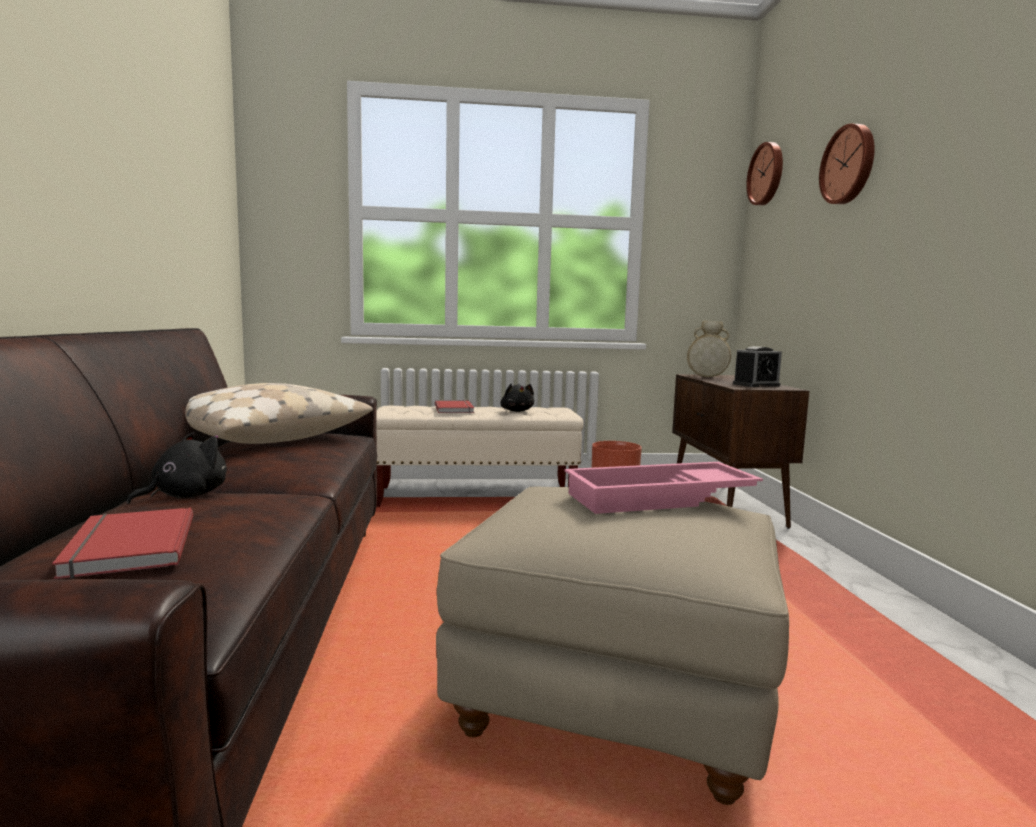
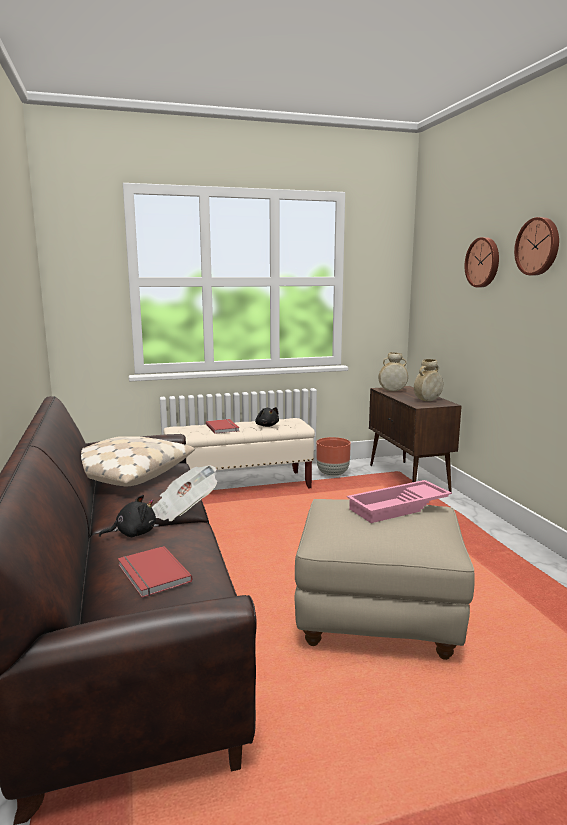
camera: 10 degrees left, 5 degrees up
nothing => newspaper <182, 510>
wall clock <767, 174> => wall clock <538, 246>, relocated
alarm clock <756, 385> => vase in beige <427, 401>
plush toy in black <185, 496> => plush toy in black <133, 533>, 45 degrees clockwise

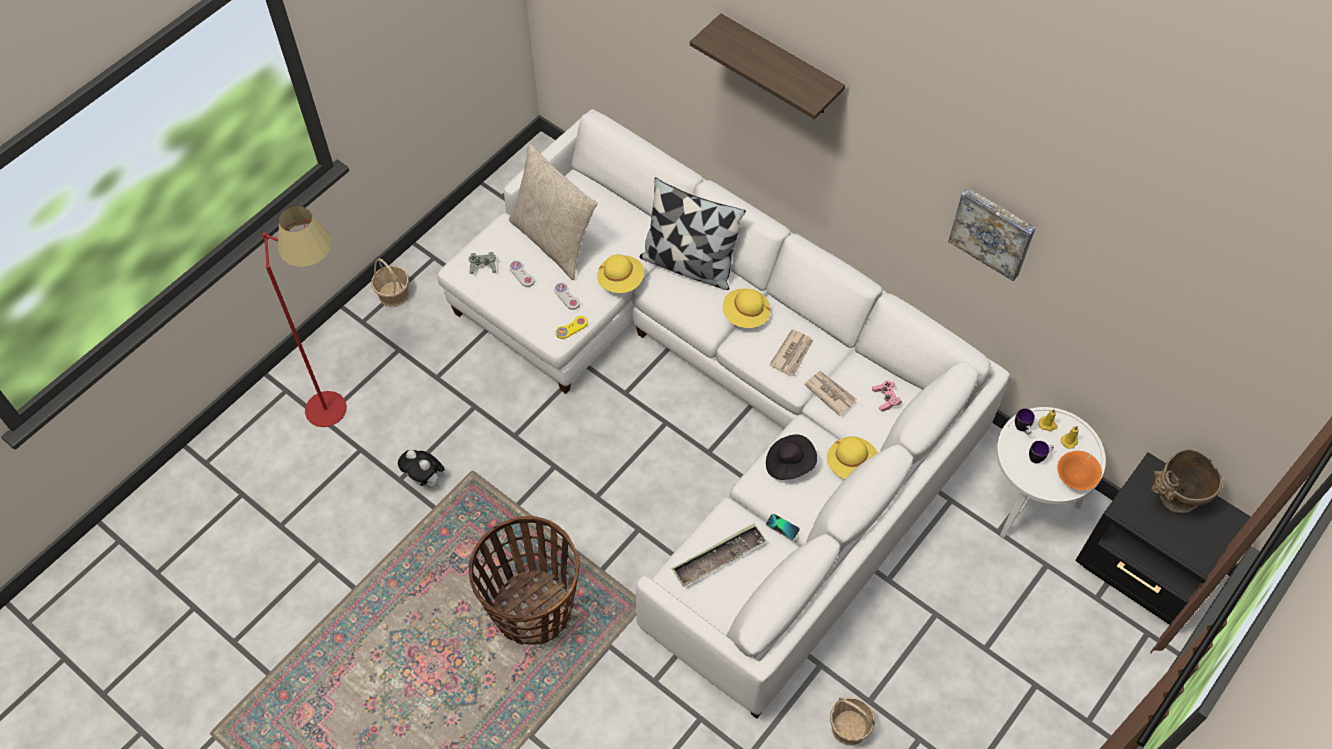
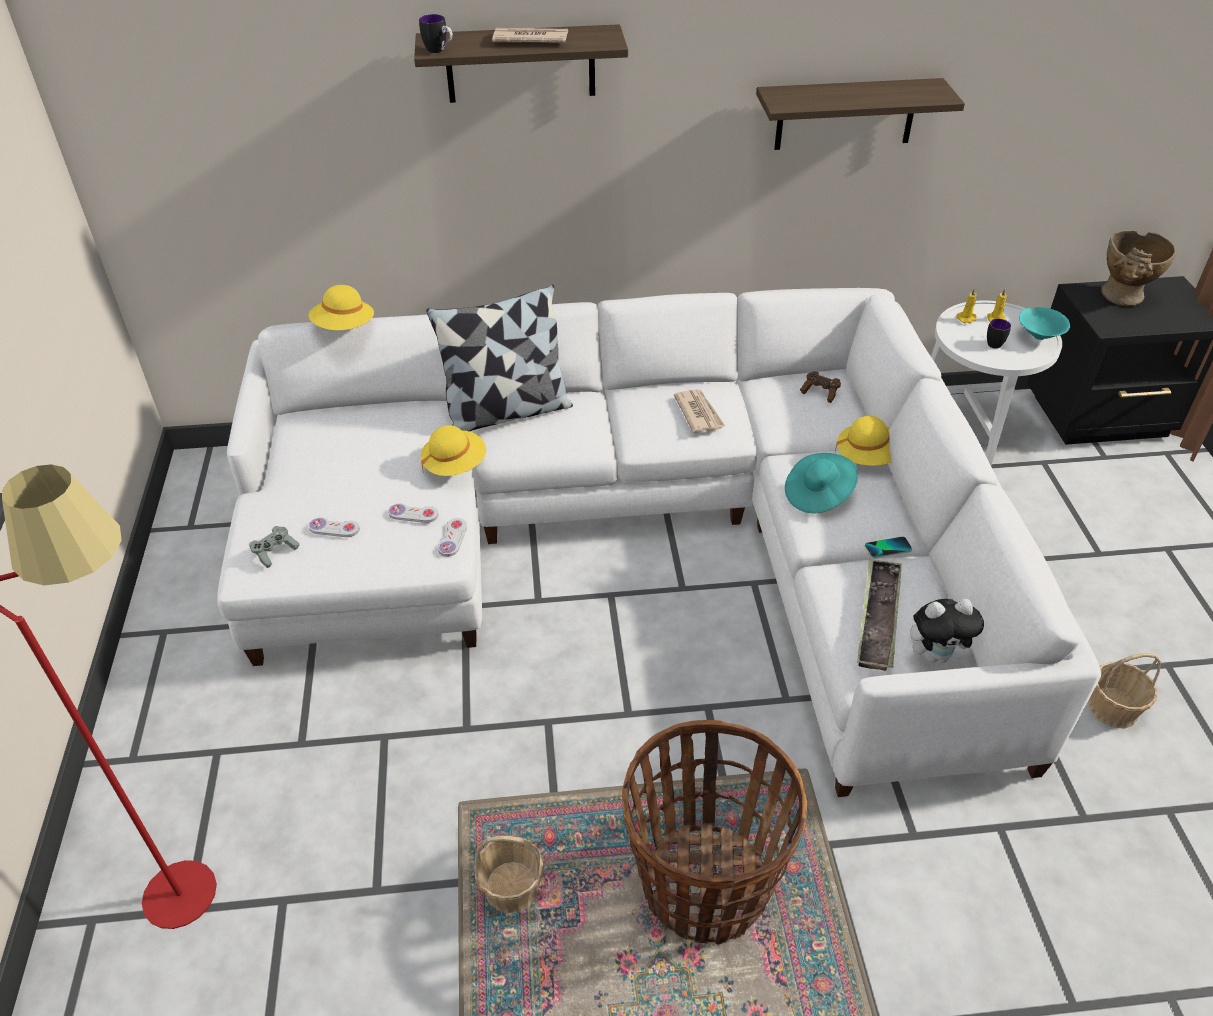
camera: 45 degrees left, 15 degrees down
pillow in beige <554, 240> => nothing
basket <394, 294> => basket <511, 887>, relocated
plush toy <426, 480> => plush toy <936, 654>, relocated
hat in yellow <745, 315> => hat in yellow <344, 327>, relocated
newspaper <830, 393> => newspaper <529, 39>, relocated
mug <1022, 429> => mug <439, 51>, relocated
picture <993, 232> => shelf <845, 114>
game controller in yellow <571, 328> => game controller in white <452, 538>
hat in black <789, 463> => hat in turquoise <818, 495>
game controller in pink <886, 398> => game controller in brown <820, 392>
bowl in orange <1076, 477> => bowl in turquoise <1038, 335>

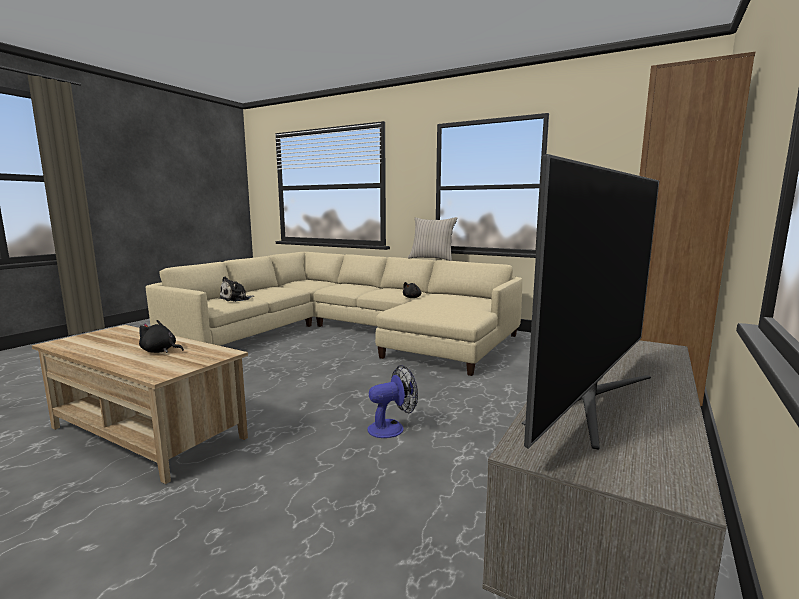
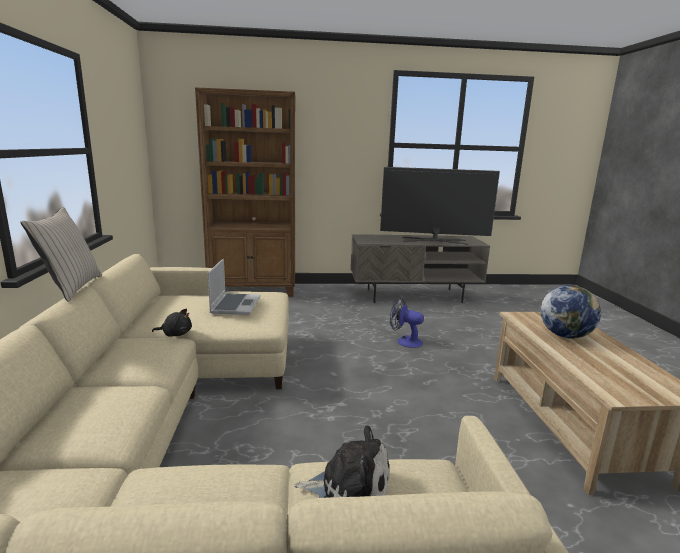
camera: 125 degrees left, 5 degrees up
nothing => laptop <235, 305>
plush toy in black <160, 351> => globe <565, 335>

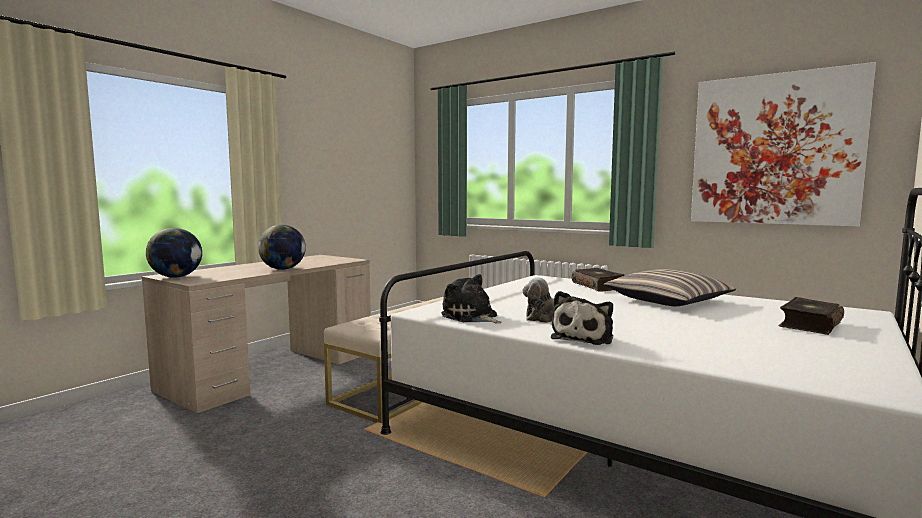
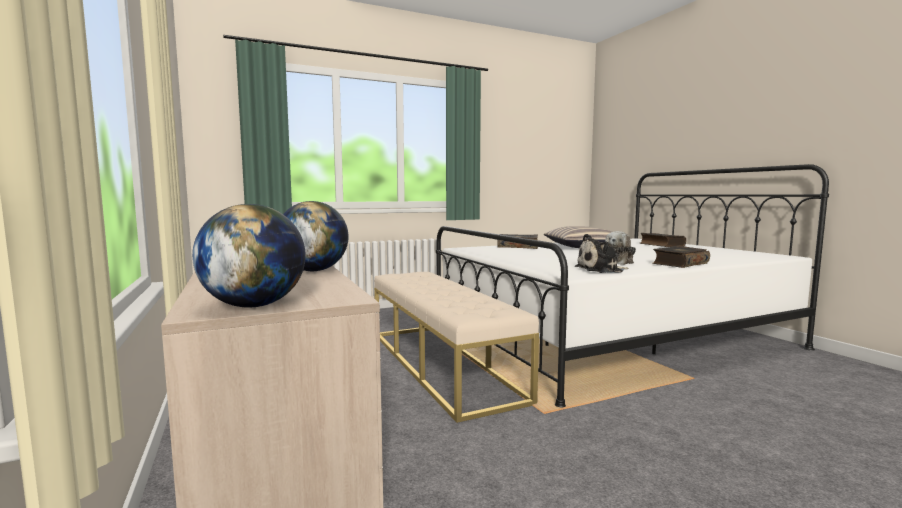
camera: 60 degrees left, 0 degrees up
picture <774, 150> => nothing
plush toy <584, 337> => book <679, 264>

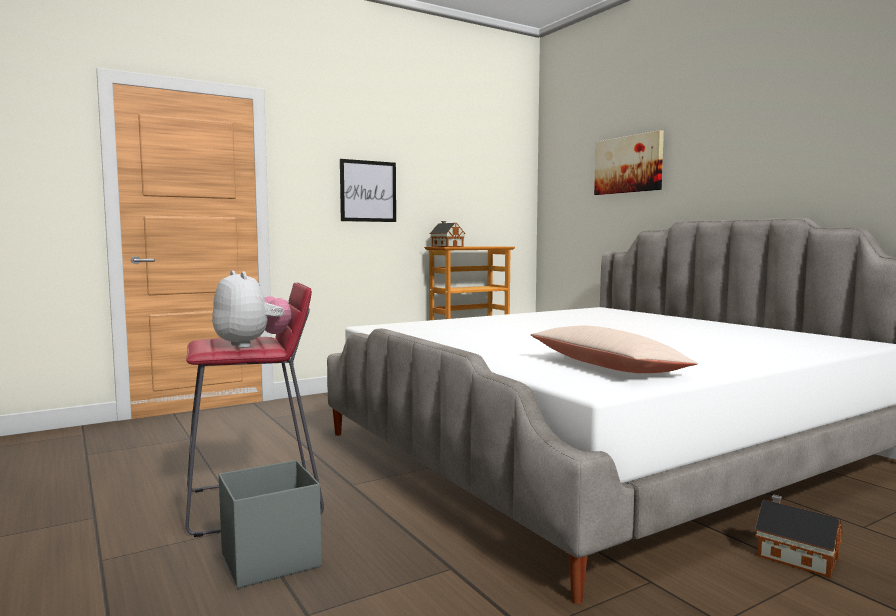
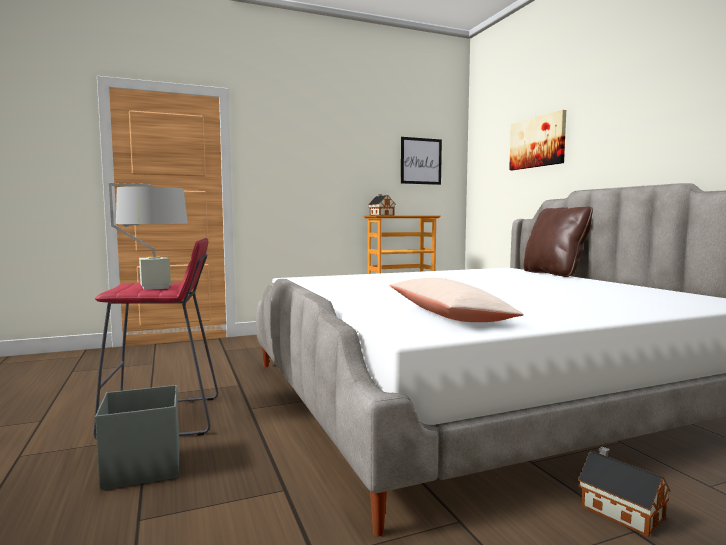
camera: 10 degrees right, 0 degrees up
nothing => pillow in brown <554, 274>
picture <368, 191> => picture <421, 161>, relocated
plush toy <251, 344> => table lamp in grey <155, 287>

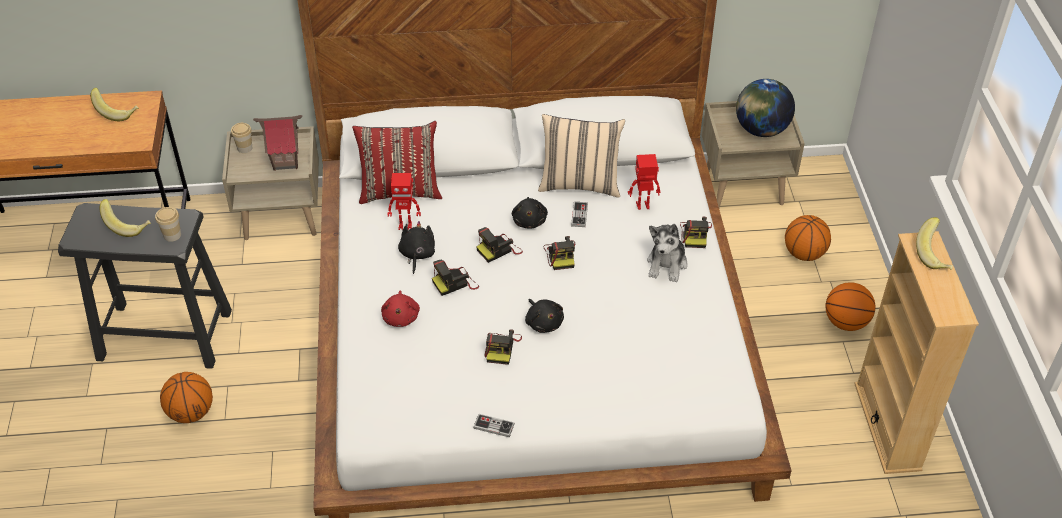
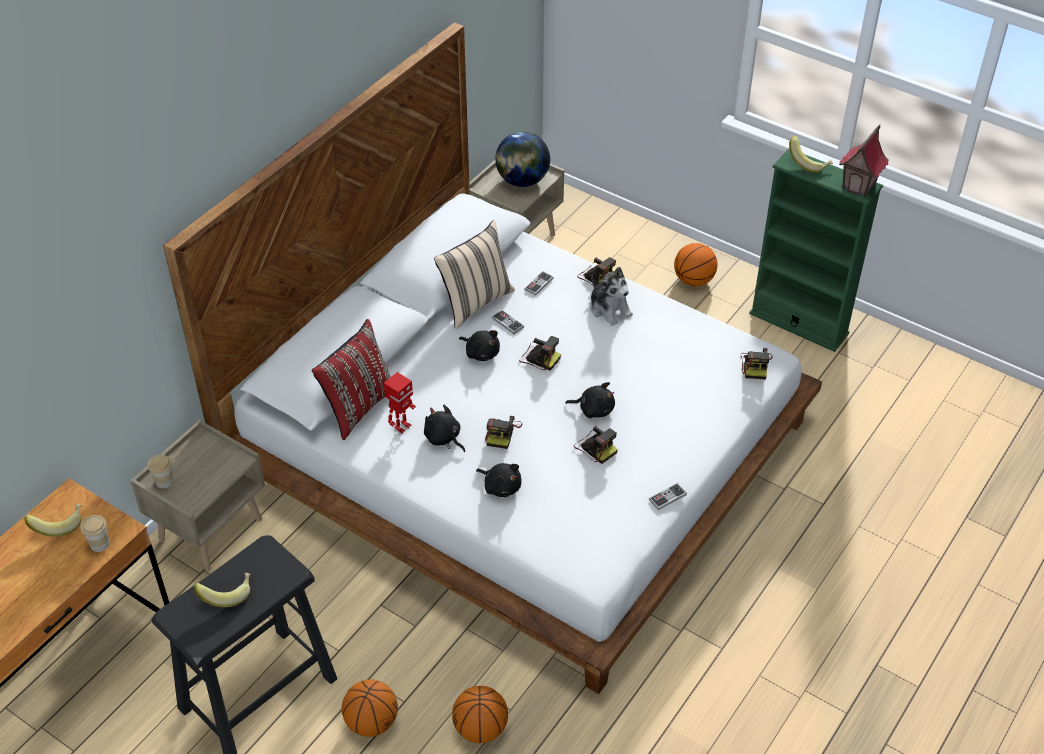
camera: 50 degrees left, 0 degrees up
cup <172, 235> => cup <100, 544>, relocated
toy house <286, 162> => toy house <859, 186>, relocated
photo camera <499, 249> => photo camera <755, 365>, relocated
basketball <804, 253> => basketball <480, 728>, relocated
toy robot <643, 206> => game controller <538, 284>
plush toy in red <401, 317> => plush toy in black <501, 486>
bookcase in beige <887, 426> => bookcase in green <799, 323>

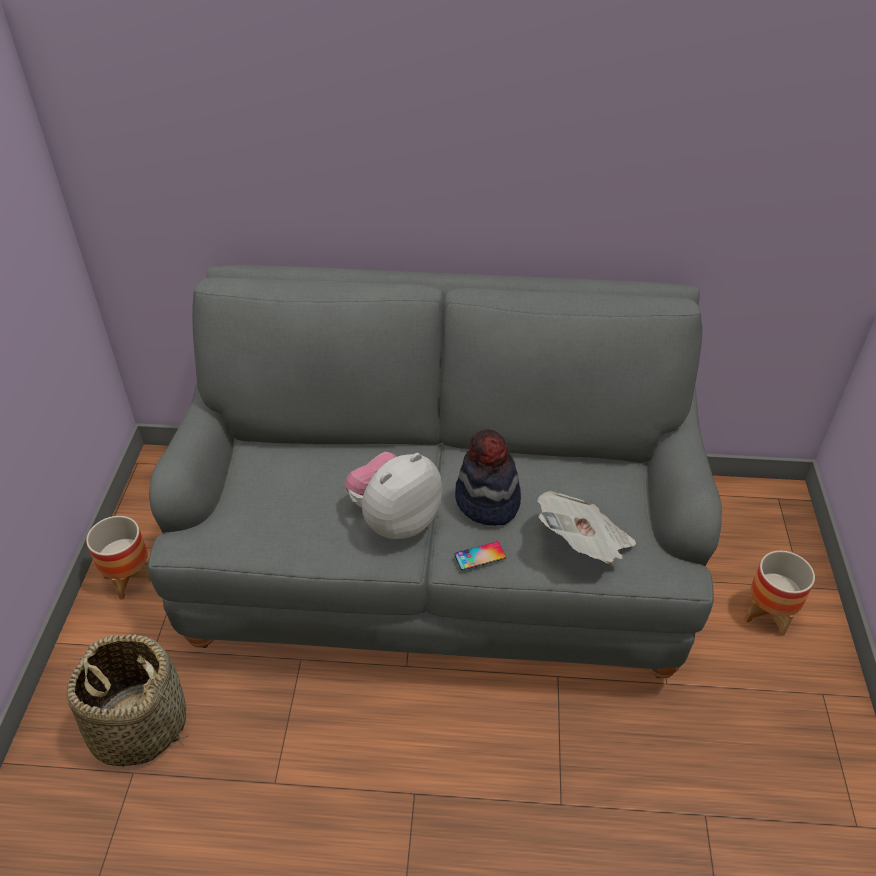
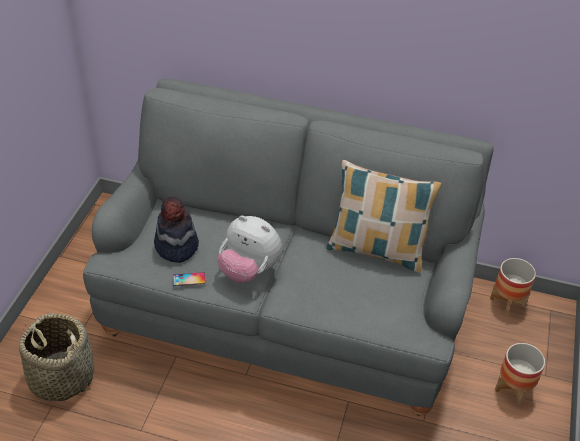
camera: 10 degrees right, 0 degrees up
newspaper <584, 544> => nothing
nothing => pillow <376, 250>
planter <130, 578> => planter <507, 302>, relocated
phone <480, 556> => phone <189, 279>, relocated
hat <487, 501> => hat <176, 246>, relocated
plush toy <395, 520> => plush toy <249, 270>, 120 degrees counterclockwise

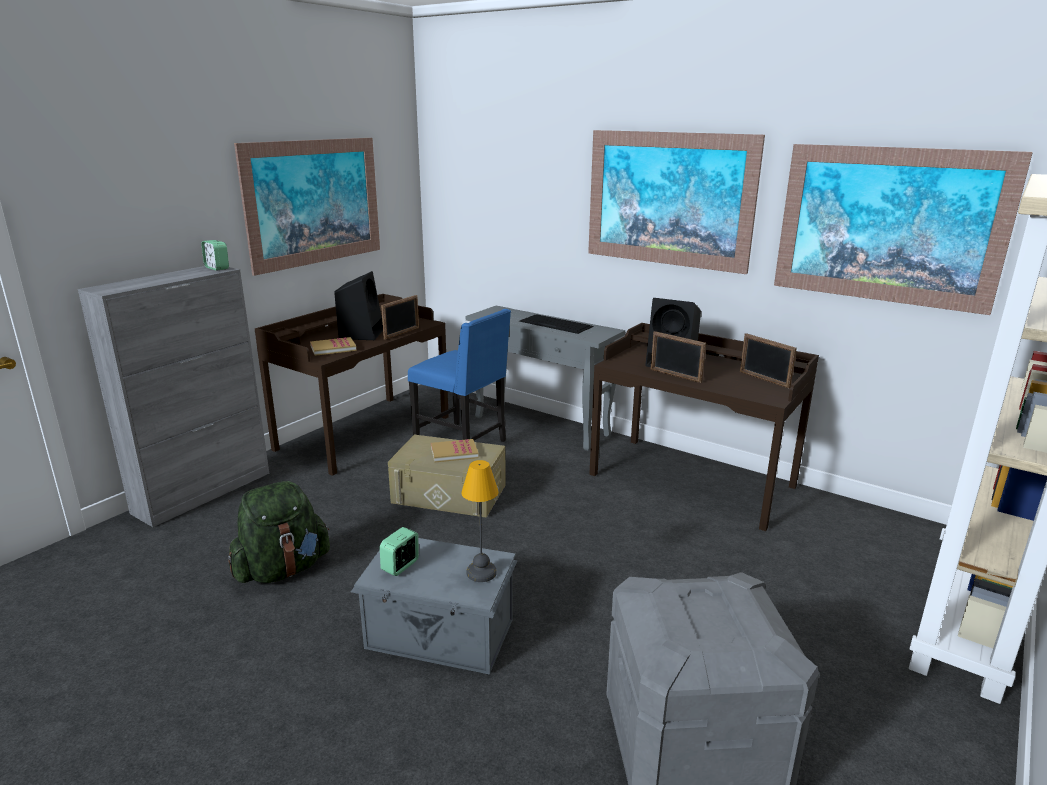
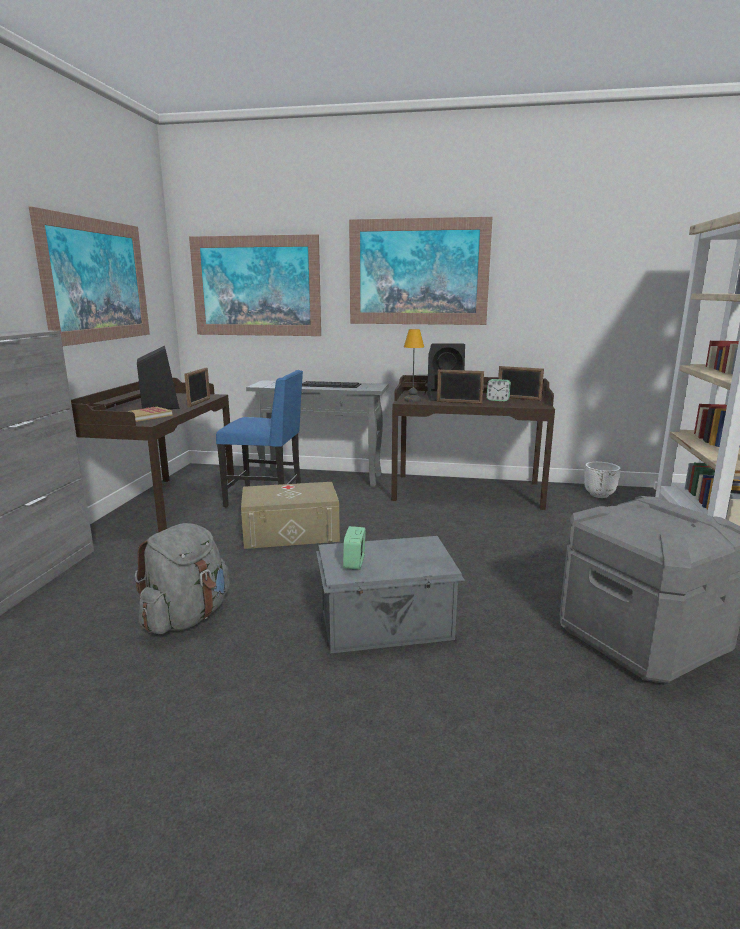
camera: 25 degrees left, 5 degrees down
book <454, 452> => nothing
nothing => planter in white <599, 495>
alarm clock <217, 268> => alarm clock <497, 400>, relocated
table lamp <480, 573> => table lamp <412, 400>, relocated
picture <888, 226> => picture <256, 286>, relocated
backpack in green <283, 569> => backpack in grey <187, 617>

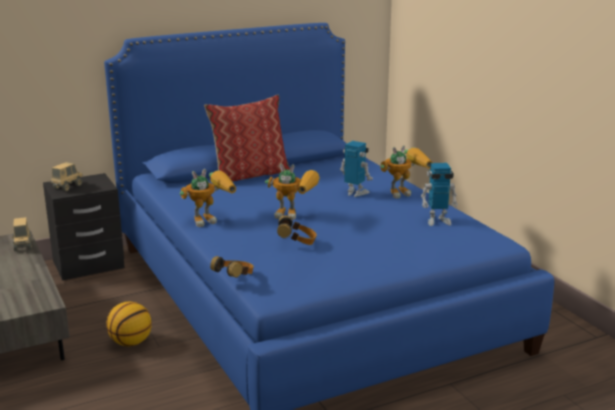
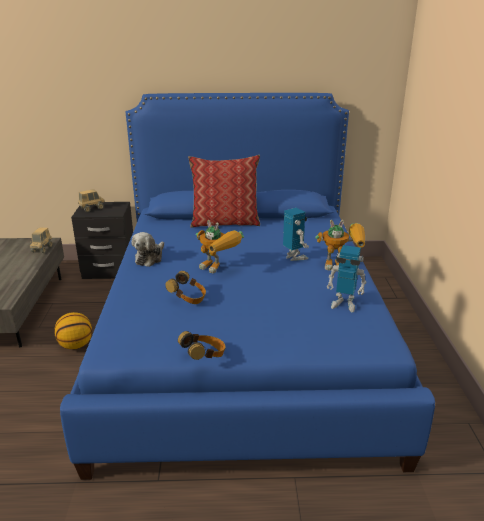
camera: 25 degrees right, 5 degrees up
headphones <234, 278> => headphones <204, 356>, relocated
toy robot <211, 219> => plush toy <150, 258>

